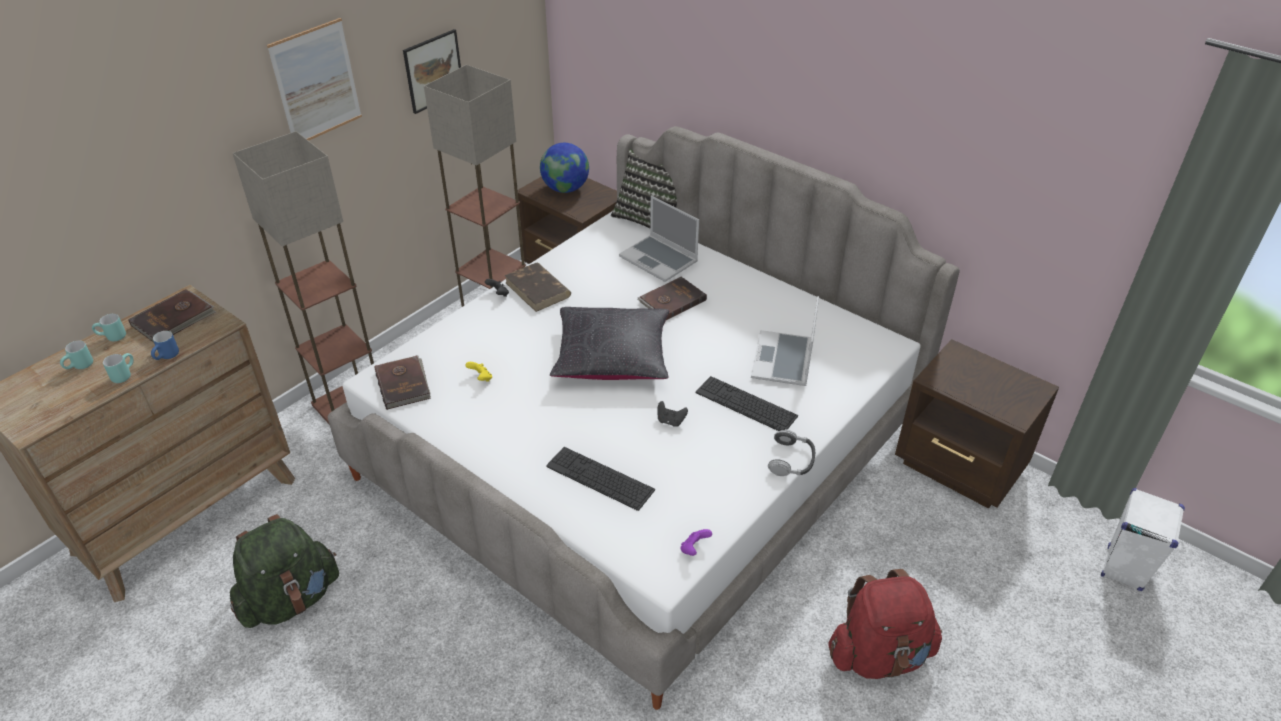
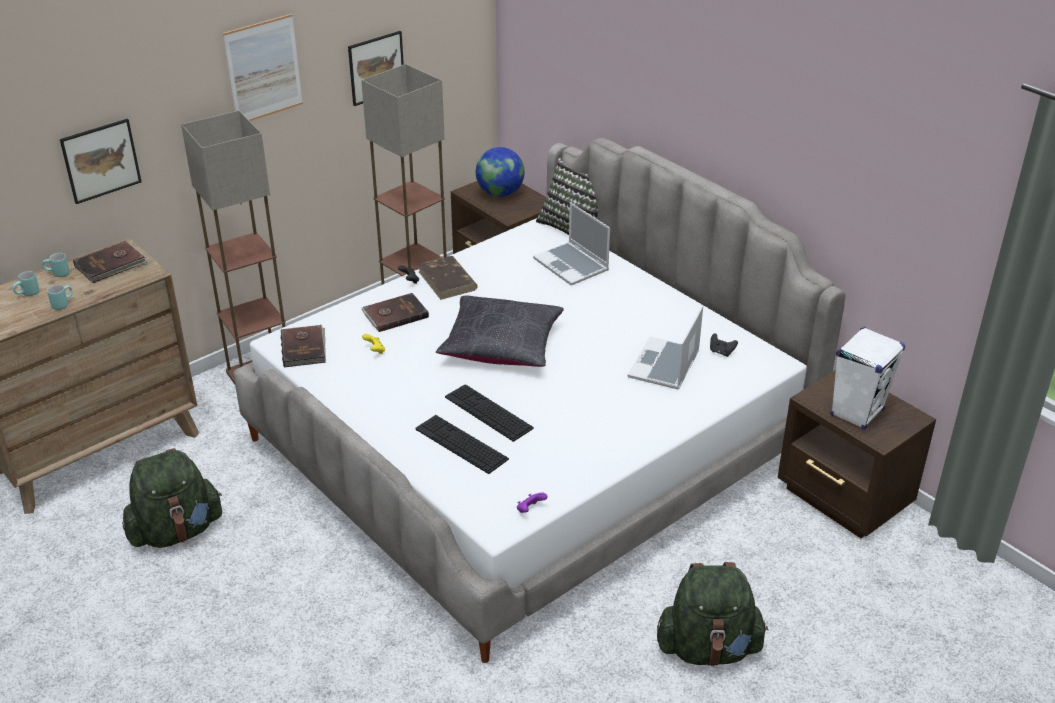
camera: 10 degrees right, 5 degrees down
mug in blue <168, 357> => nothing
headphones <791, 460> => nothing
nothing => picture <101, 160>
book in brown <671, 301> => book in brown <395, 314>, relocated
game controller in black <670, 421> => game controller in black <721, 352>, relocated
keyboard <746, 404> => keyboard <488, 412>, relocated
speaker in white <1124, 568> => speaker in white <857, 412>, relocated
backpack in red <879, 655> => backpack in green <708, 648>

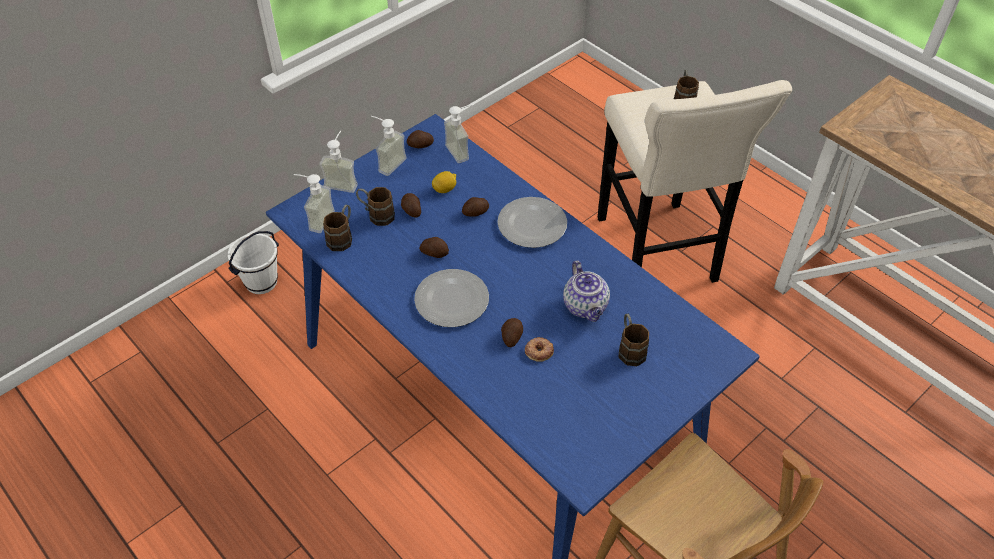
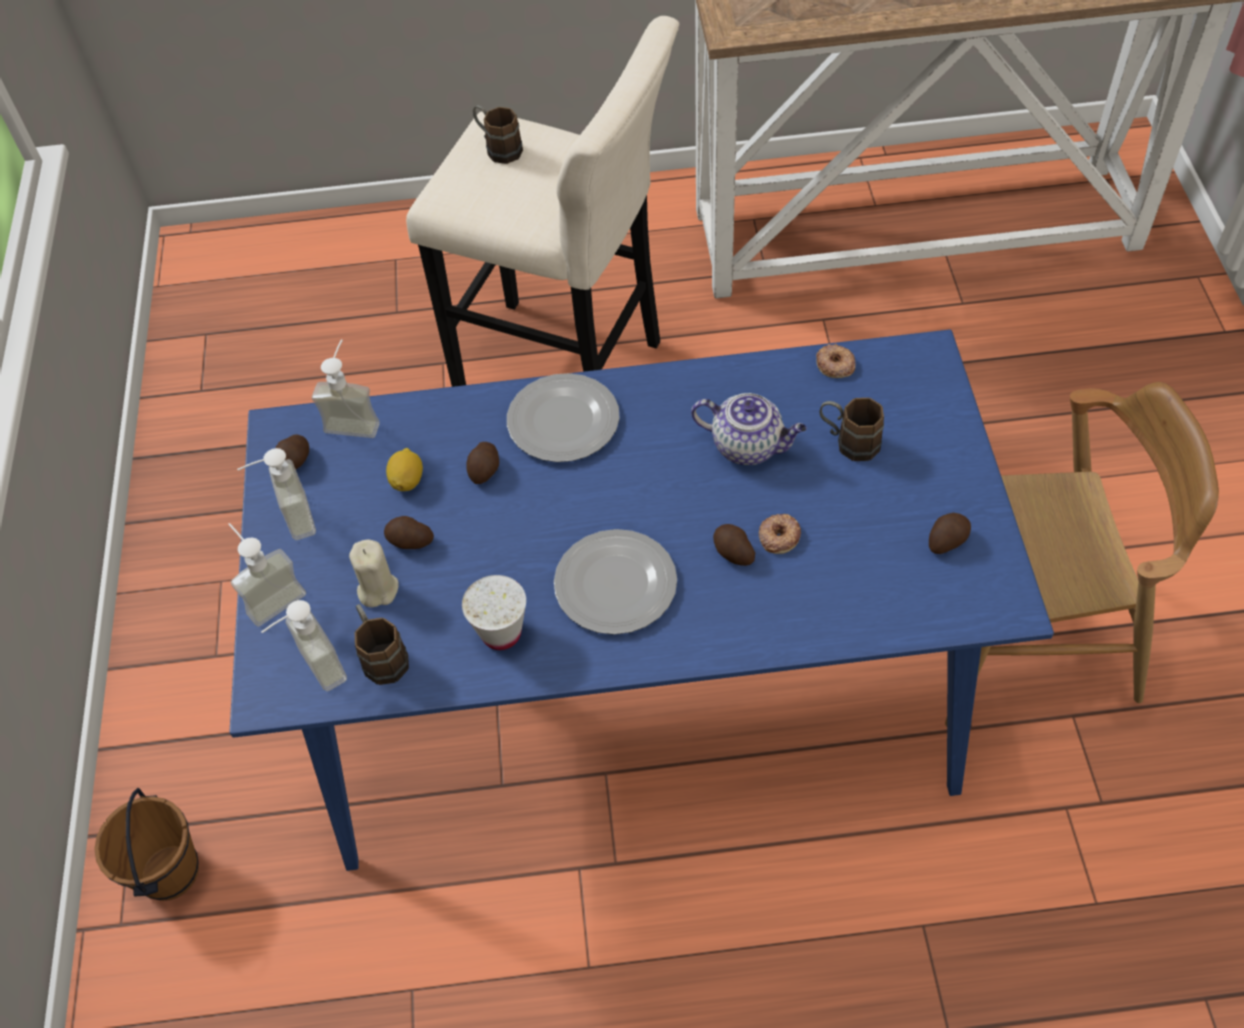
camera: 50 degrees left, 5 degrees up
nothing => cup in white <501, 633>
nothing => donut <835, 365>
potato <434, 252> => potato <946, 540>, relocated
mug in brown <376, 215> => candle in beige <377, 589>
bucket in white <261, 282> => bucket in brown <168, 872>

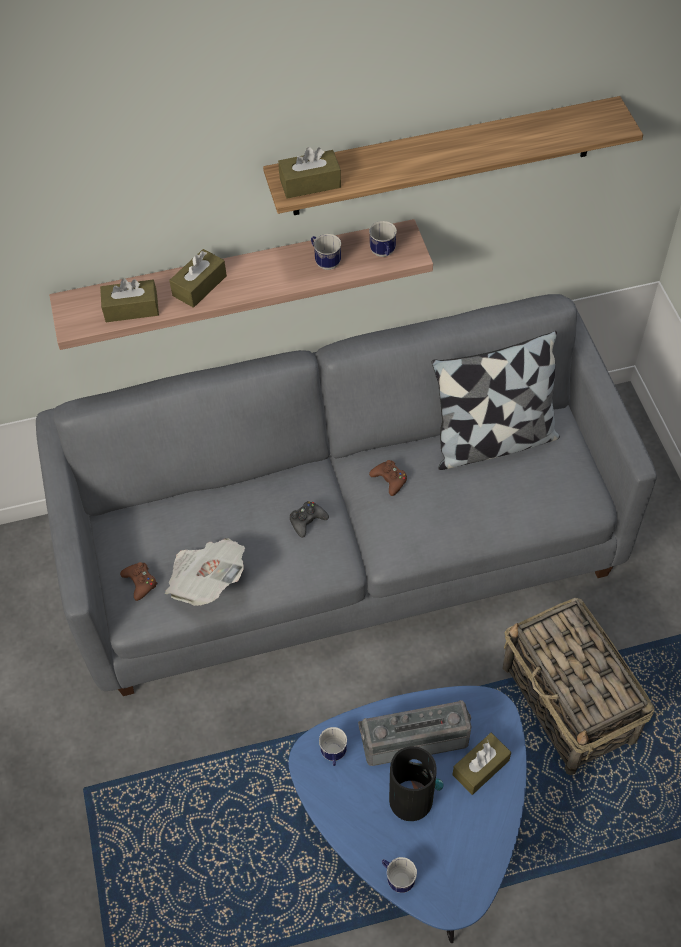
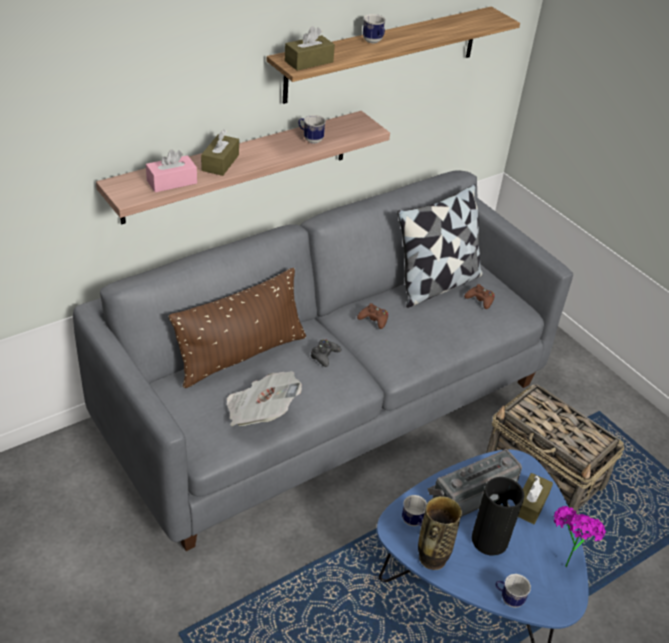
camera: 25 degrees left, 15 degrees down
nothing => pillow in brown <241, 355>
nothing => vase <432, 558>
nothing => potted plant <565, 558>
game controller in brown <140, 582> => game controller in brown <480, 300>, relocated
mug <383, 254> => mug <374, 42>, relocated
tissue box in brown <131, 308> => tissue box in pink <172, 182>

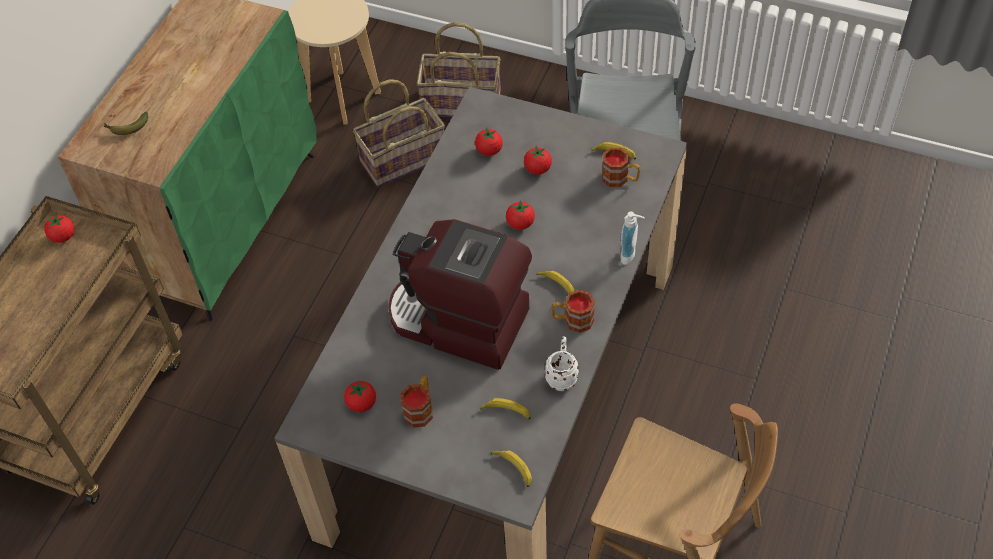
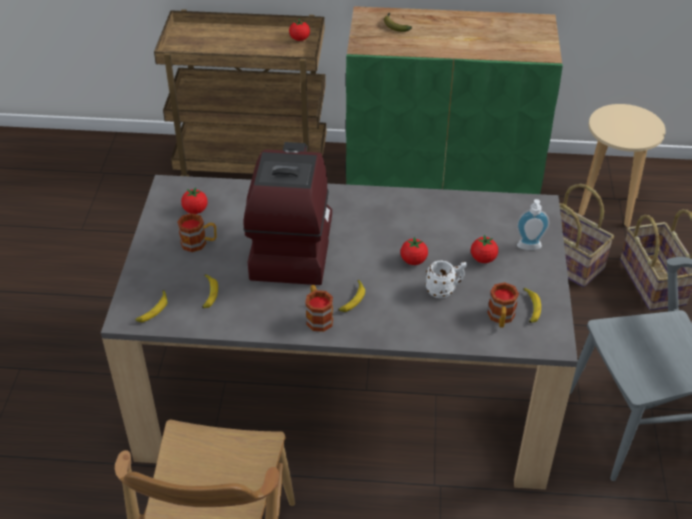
camera: 70 degrees right, 10 degrees down
tomato <489, 150> => nothing
mug in white <562, 375> => mug in white <444, 290>, relocated
soap dispenser <631, 255> => soap dispenser <529, 248>, relocated

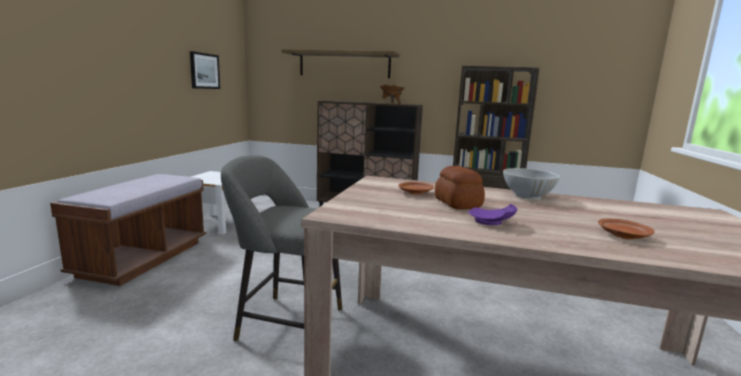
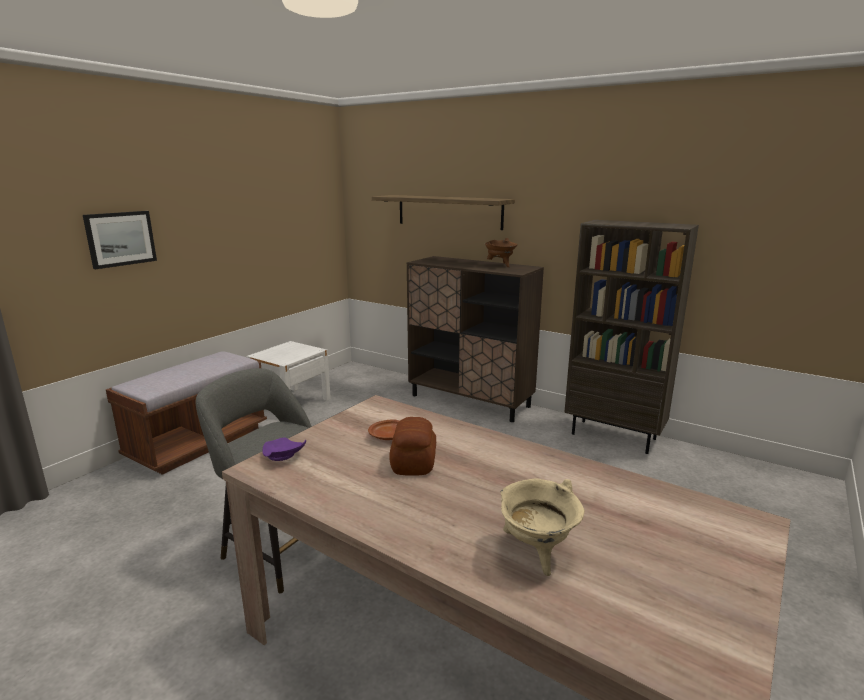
camera: 20 degrees right, 5 degrees up
bowl in white <527, 196> => nothing
picture <204, 71> => picture <120, 238>, relocated
plate in purple <491, 222> => plate in purple <282, 456>, relocated
plate in brown <623, 235> => cooking pot in beige <537, 552>

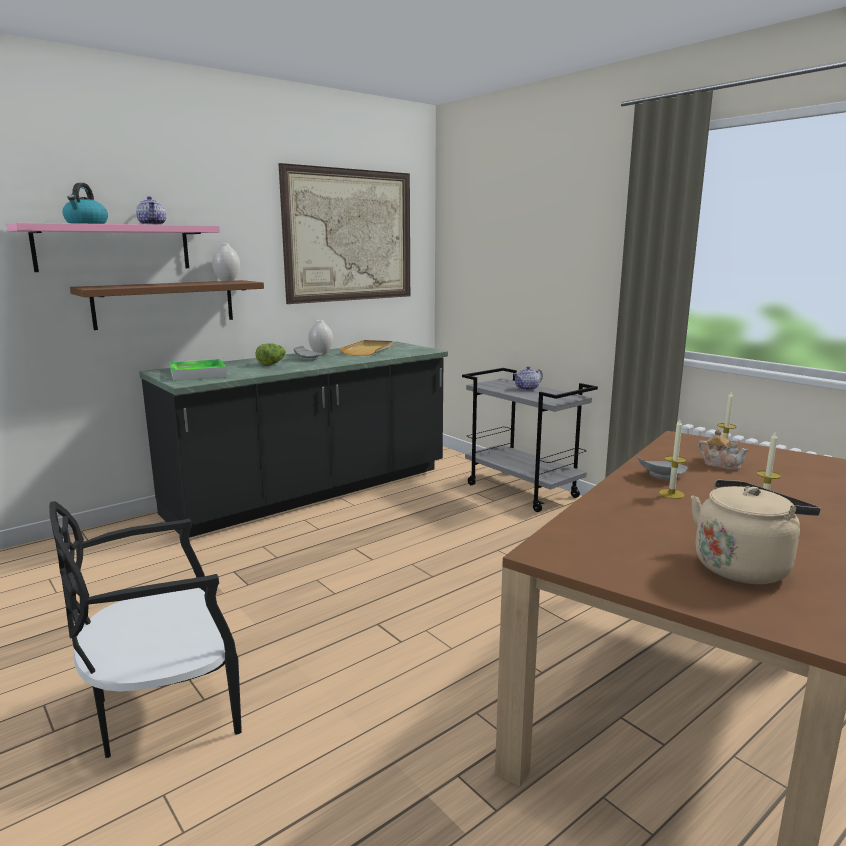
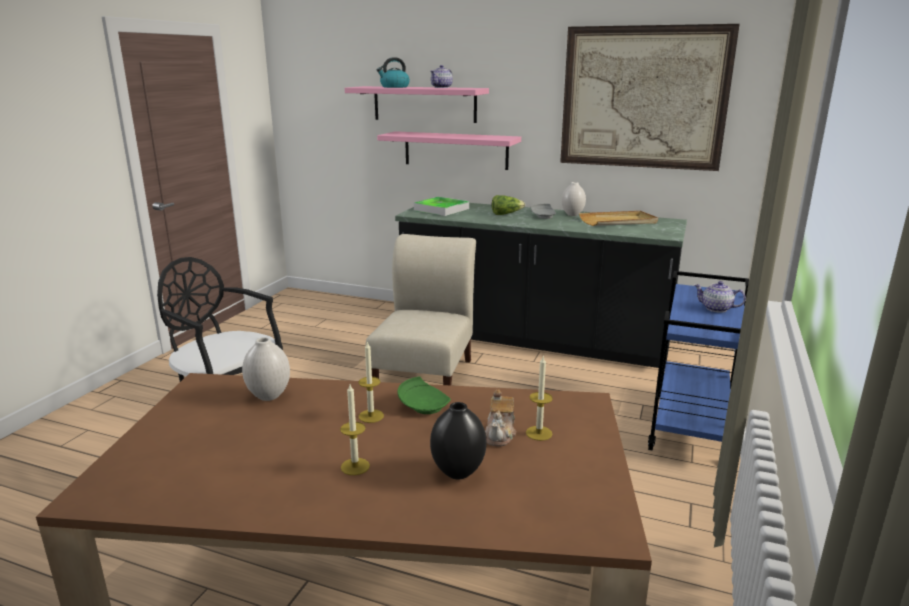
camera: 60 degrees right, 5 degrees up
kettle in beige <743, 566> => nothing
nothing => chair in beige <426, 375>
nothing => vase in black <459, 472>
vase in white <227, 281> => vase in white <268, 396>, relocated
shelf in brown <165, 304> => shelf in pink <455, 150>
cart in grey <523, 491> => cart in blue <691, 428>
plate in grey <660, 475> => plate in green <424, 405>

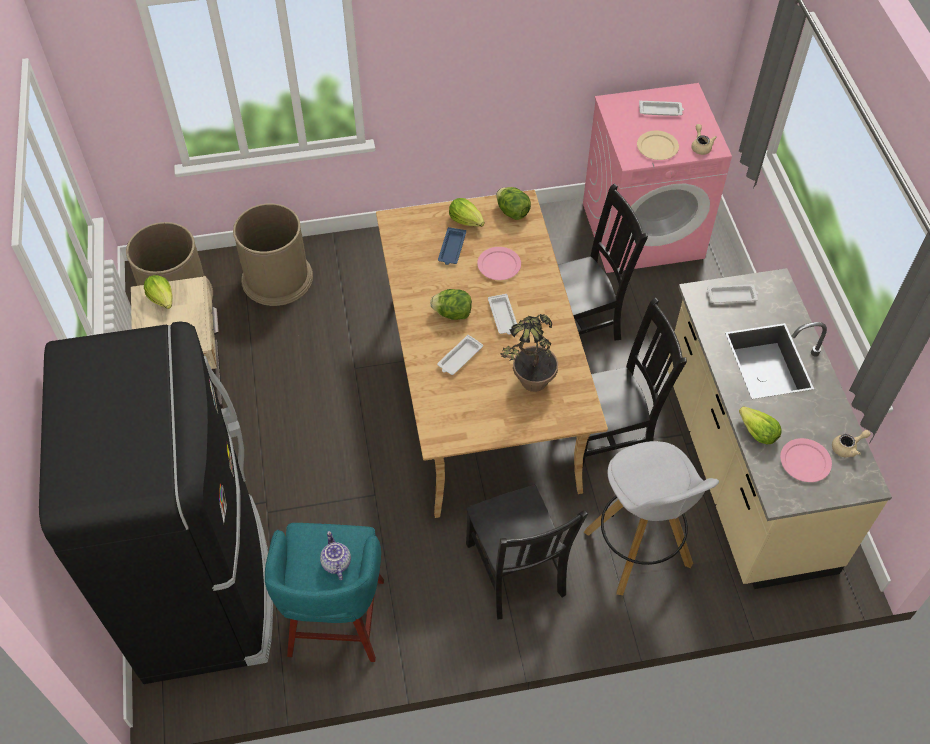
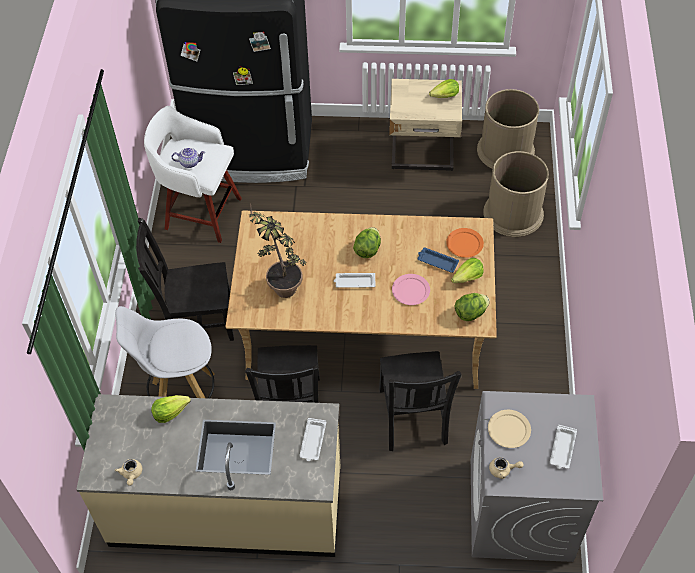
camera: 105 degrees right, 0 degrees up
tray in white <459, 358> => nothing
plate in pink <805, 462> => nothing
nothing => plate in orange <465, 244>
stool in turquoise <335, 621> => stool in white <200, 212>
washing machine in pink <643, 230> => washing machine in grey <521, 510>

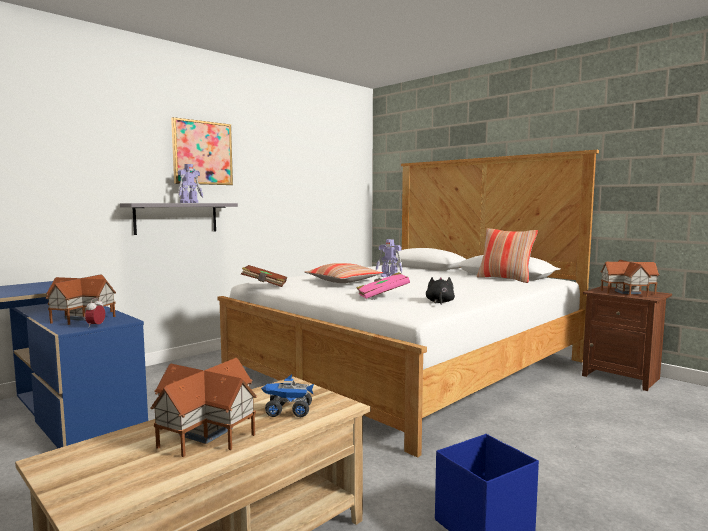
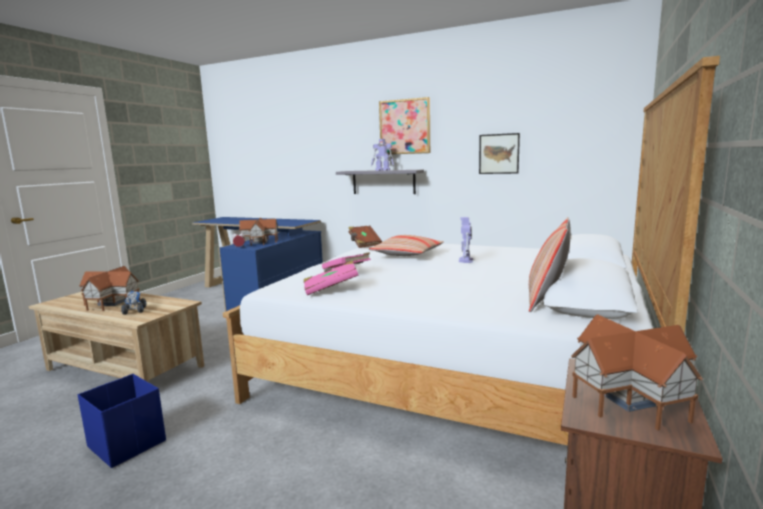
camera: 70 degrees right, 5 degrees up
nothing => picture <499, 154>
plush toy in black <439, 302> => book in pink <331, 289>

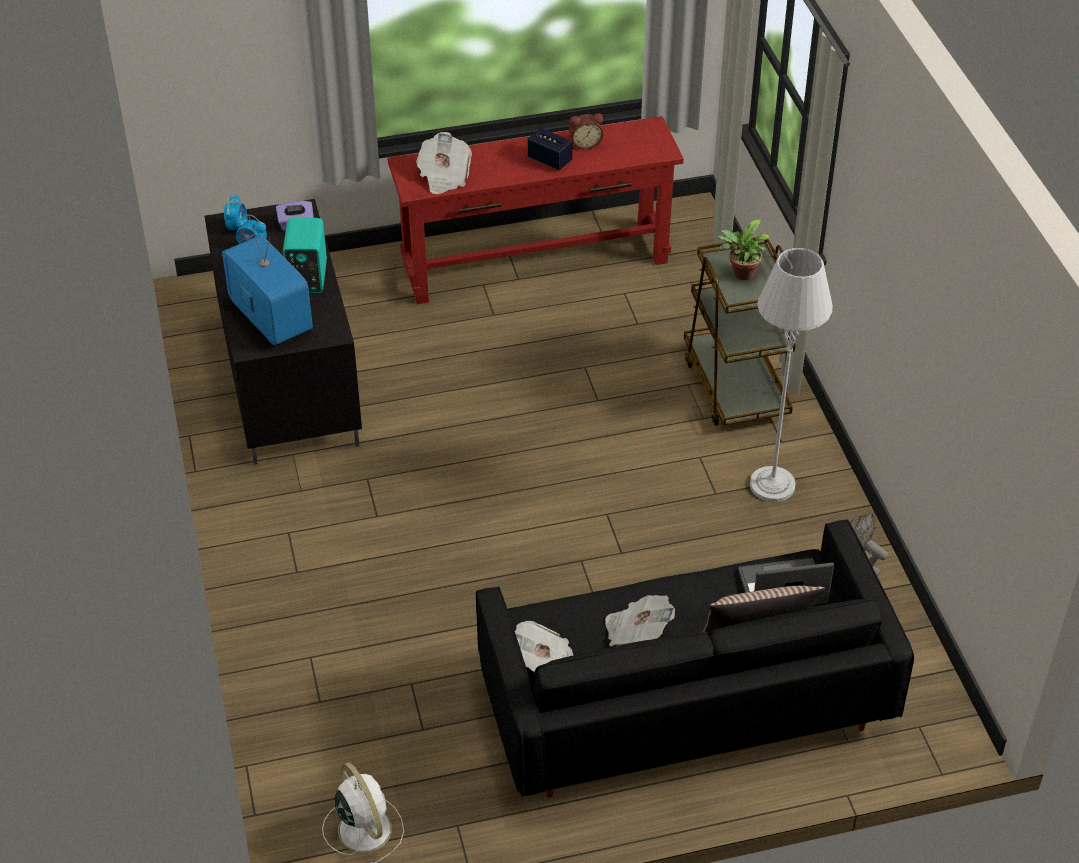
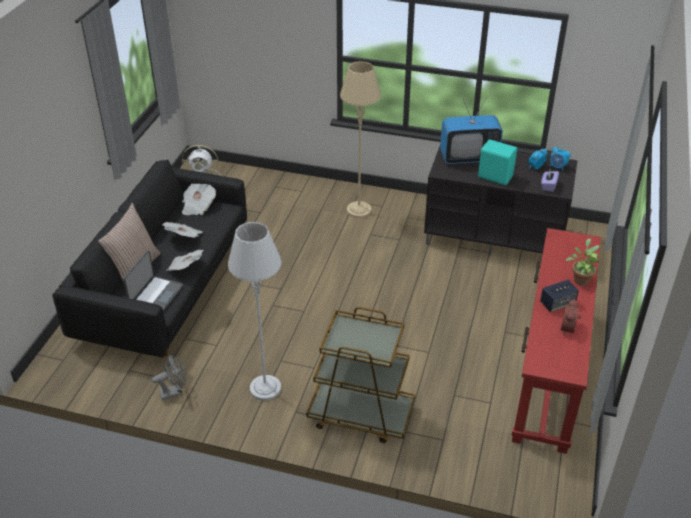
camera: 120 degrees right, 5 degrees down
nothing => floor lamp in beige <359, 210>
newspaper <444, 176> => newspaper <186, 268>, relocated
potted plant <741, 275> => potted plant <580, 279>, relocated

